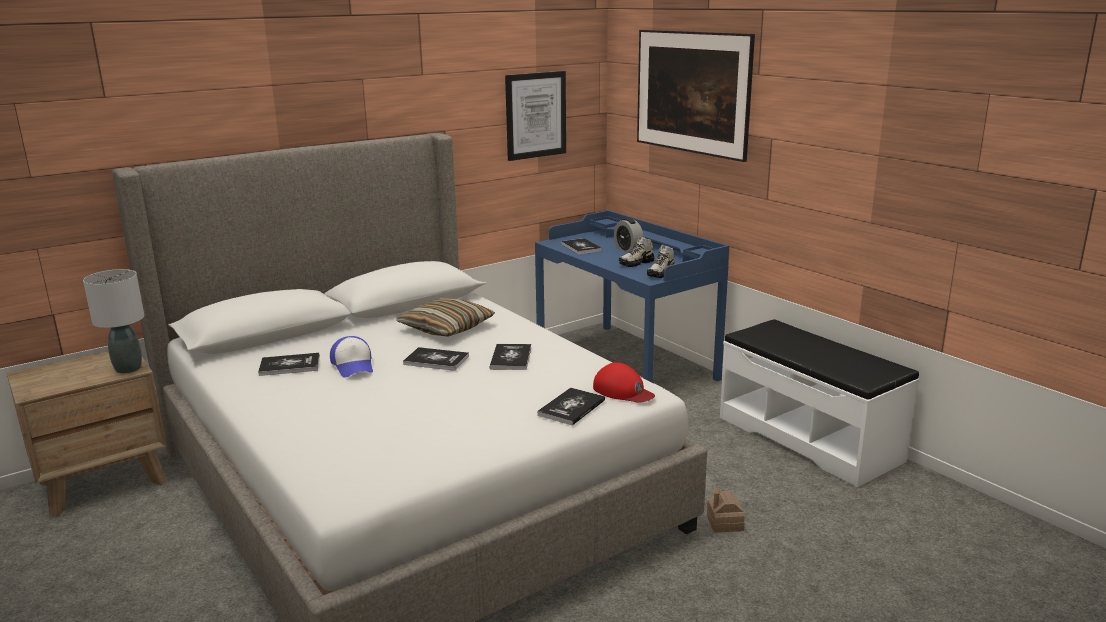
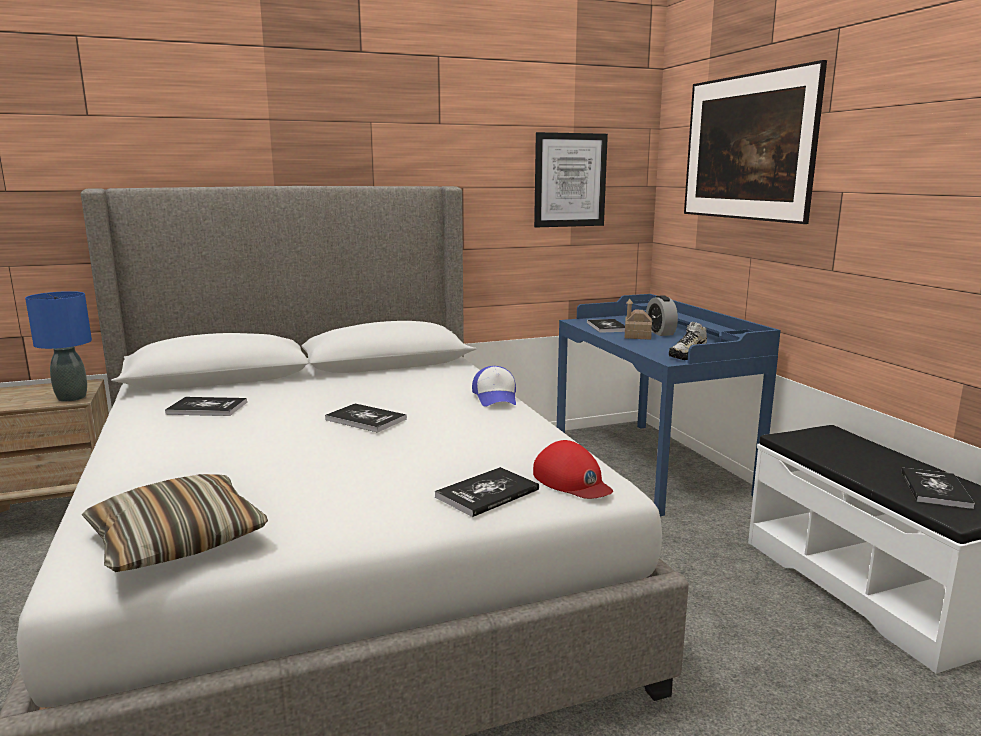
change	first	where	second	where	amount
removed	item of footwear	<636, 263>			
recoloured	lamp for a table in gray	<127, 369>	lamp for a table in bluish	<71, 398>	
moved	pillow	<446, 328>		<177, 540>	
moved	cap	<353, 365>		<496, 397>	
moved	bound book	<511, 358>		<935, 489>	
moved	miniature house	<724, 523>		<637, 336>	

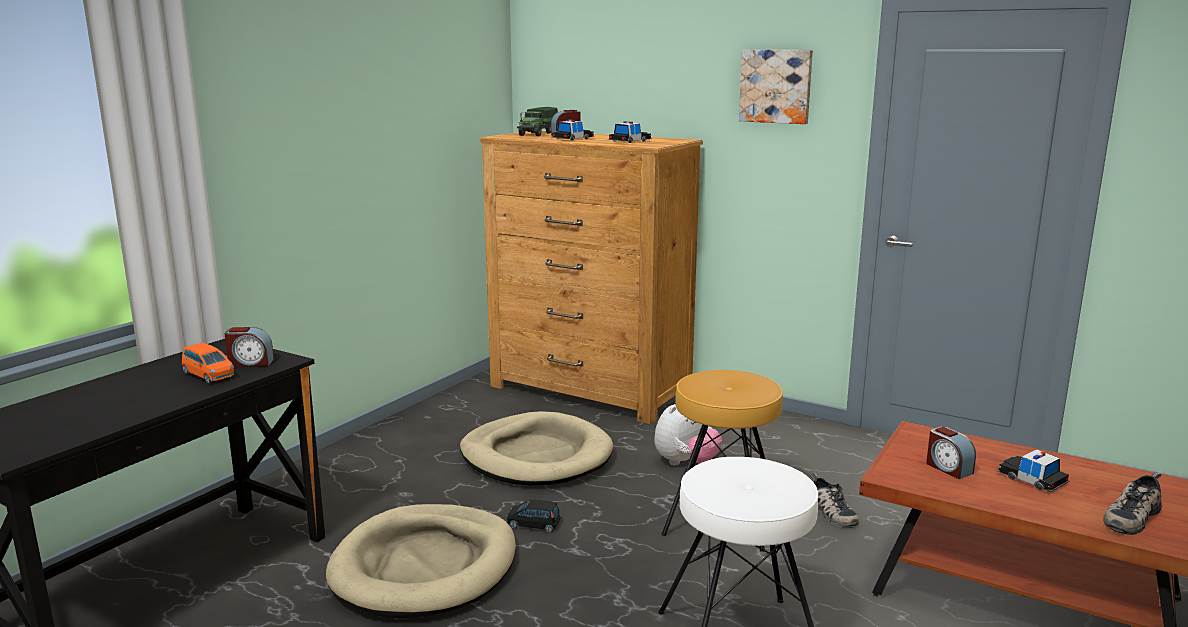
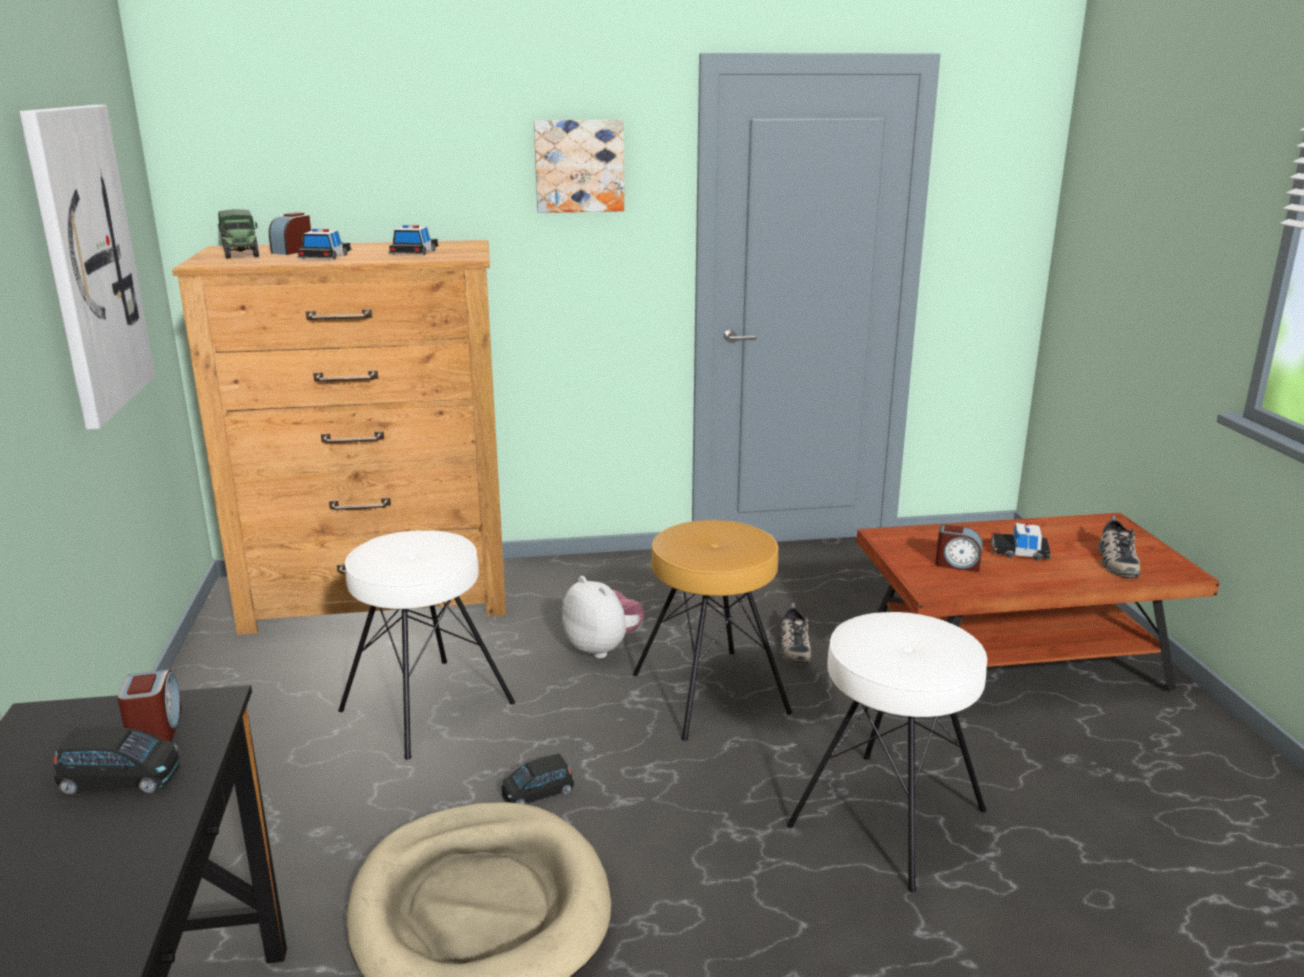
change	first	where	second	where	amount
turned	table clock	<250, 363>		<156, 730>	60 degrees counterclockwise
recoloured	miniature car in orange	<209, 375>	miniature car in black	<121, 779>	
turned	soft toy	<686, 463>		<603, 648>	45 degrees counterclockwise
replaced	dog cushion in beige-coloured	<536, 456>	stool in whitish	<426, 706>	
turned	item of footwear	<830, 512>		<793, 646>	60 degrees clockwise
added			wall picture	<87, 262>	

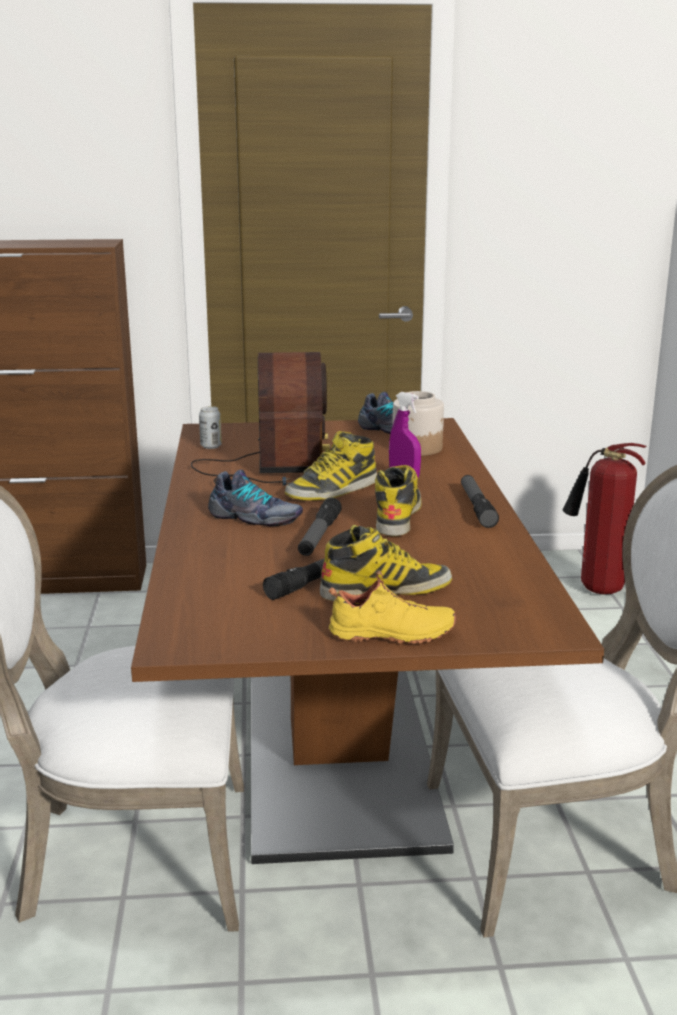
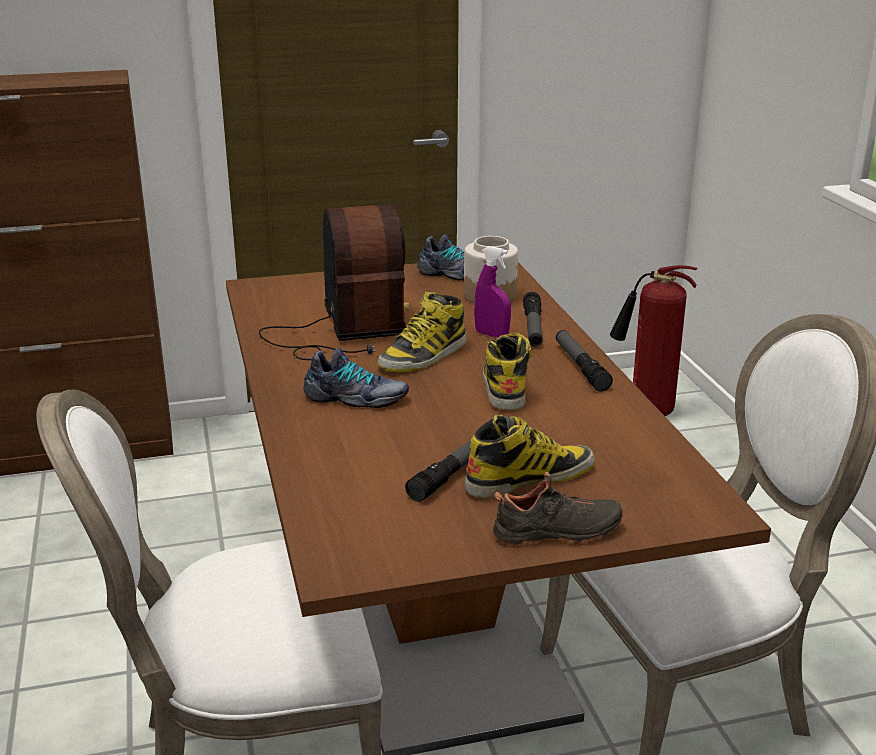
change	first	where	second	where	amount
removed	can	<211, 446>			
moved	hand torch	<319, 536>		<533, 327>	
recoloured	item of footwear in yellowish	<392, 635>	item of footwear in black	<558, 534>	

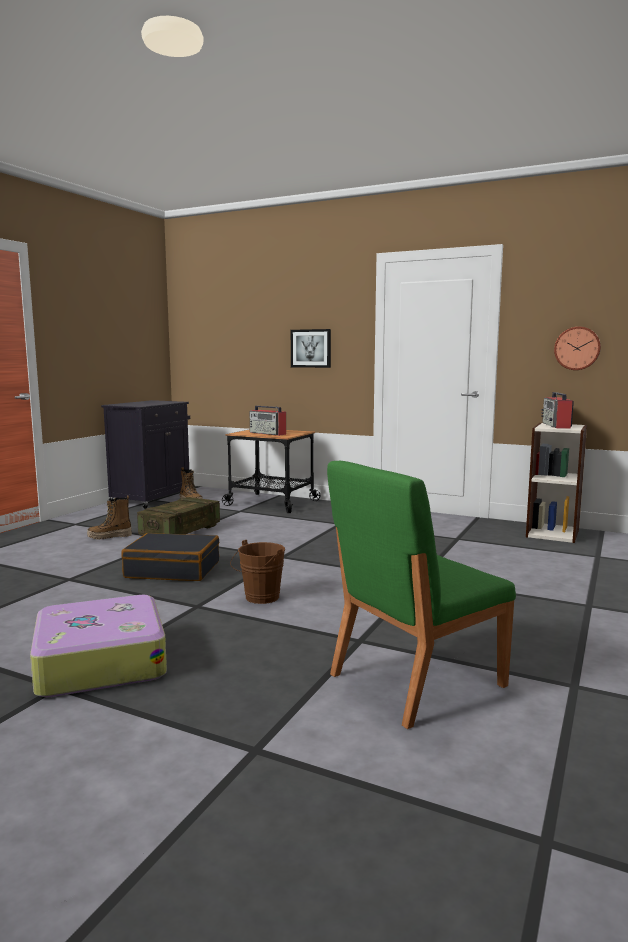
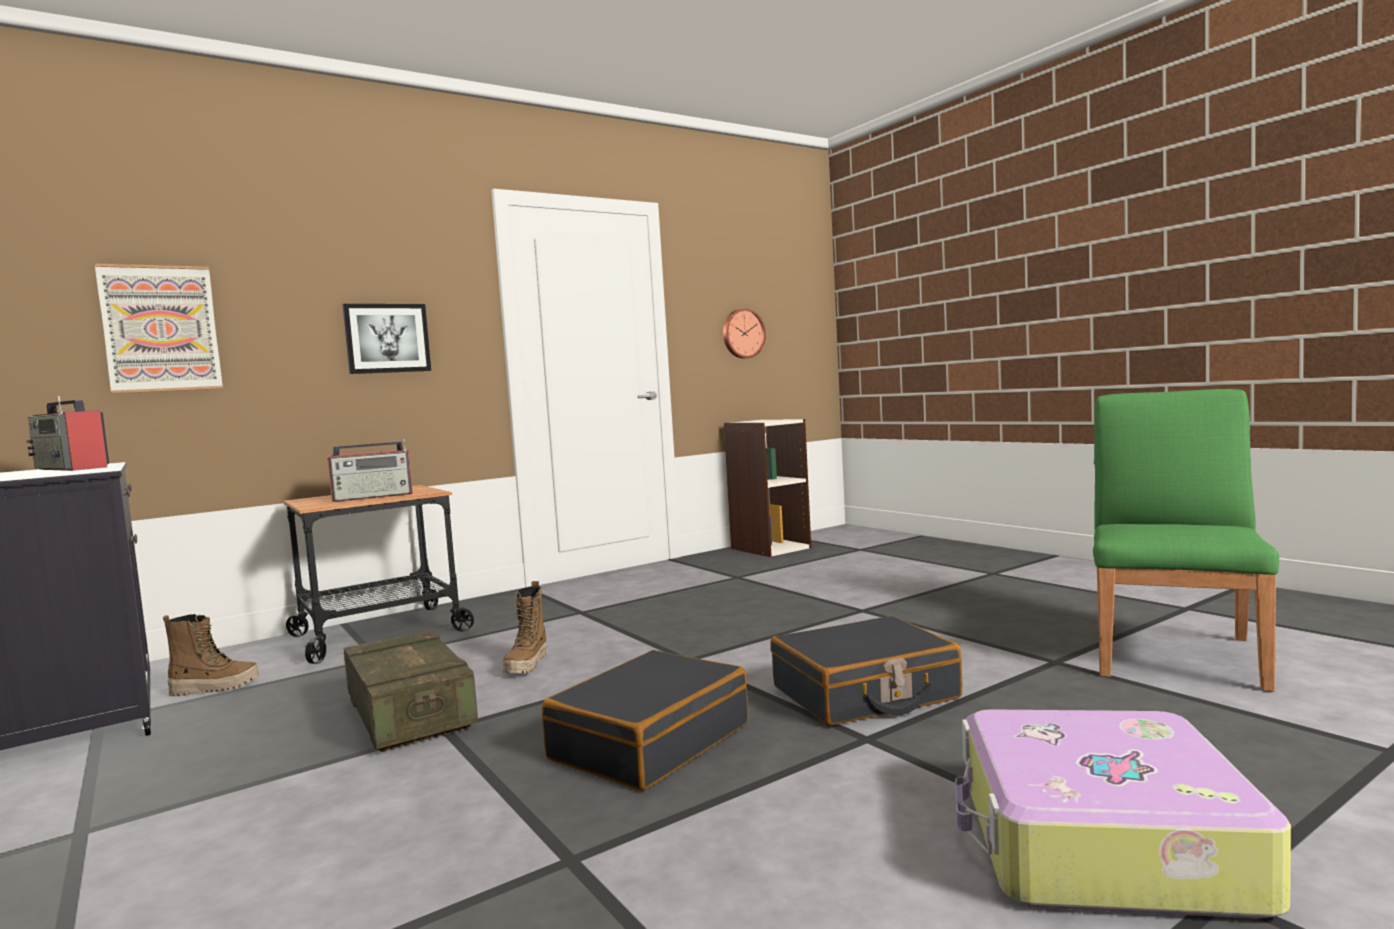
change	first	where	second	where	amount
moved	radio set	<556, 425>		<72, 468>	
turned	plain chair in greenish	<414, 680>		<1177, 655>	150 degrees counterclockwise
moved	high-top boot	<110, 537>		<527, 665>	
replaced	water bucket in brown-coloured	<259, 598>	piece of luggage in black	<865, 694>	
added			wall picture	<161, 328>	

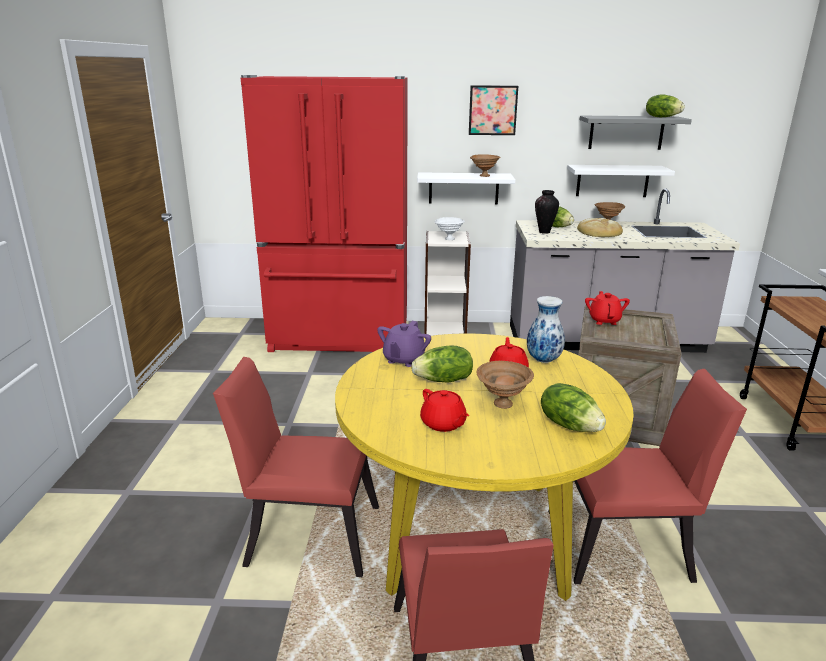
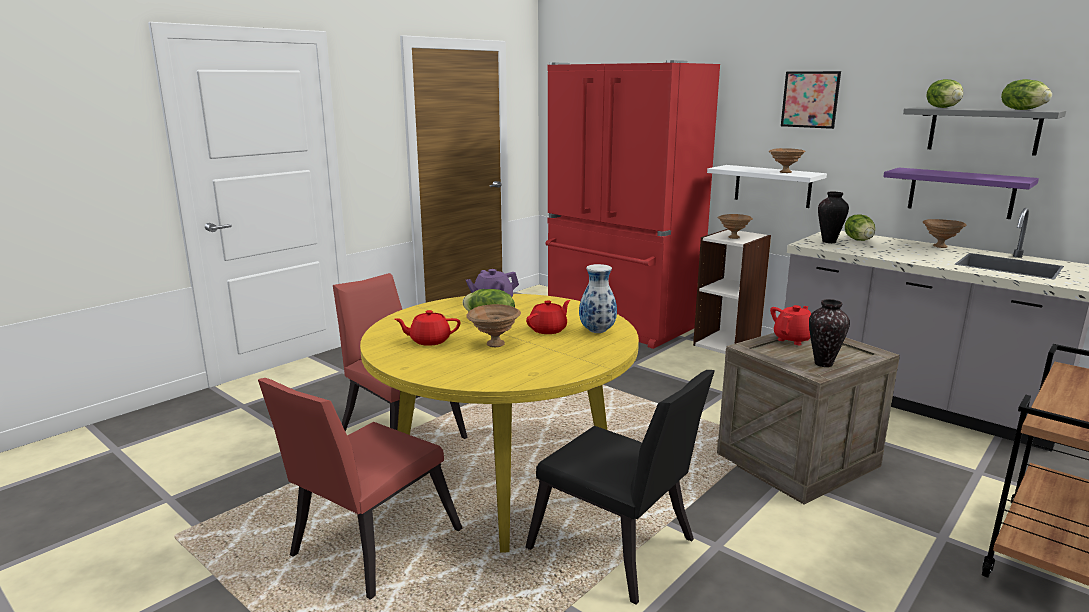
change	first	where	second	where	amount
recoloured	bracket shelf in whitish	<612, 181>	bracket shelf in purple-coloured	<961, 193>	
recoloured	deep dish in whitish	<448, 239>	deep dish in brown-coloured	<732, 237>	
removed	bakery bread	<599, 232>			
recoloured	plain chair in red-coloured	<628, 546>	plain chair in black	<618, 551>	
moved	head of lettuce	<570, 425>		<943, 108>	
turned	pot for tea in red-coloured	<443, 424>		<429, 341>	75 degrees clockwise
added			flower vase	<824, 364>	

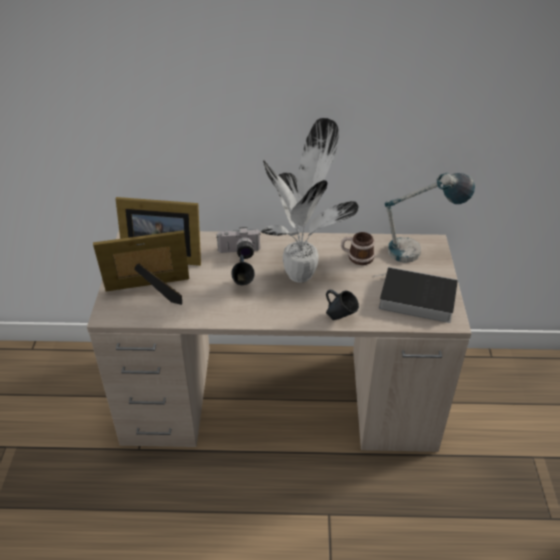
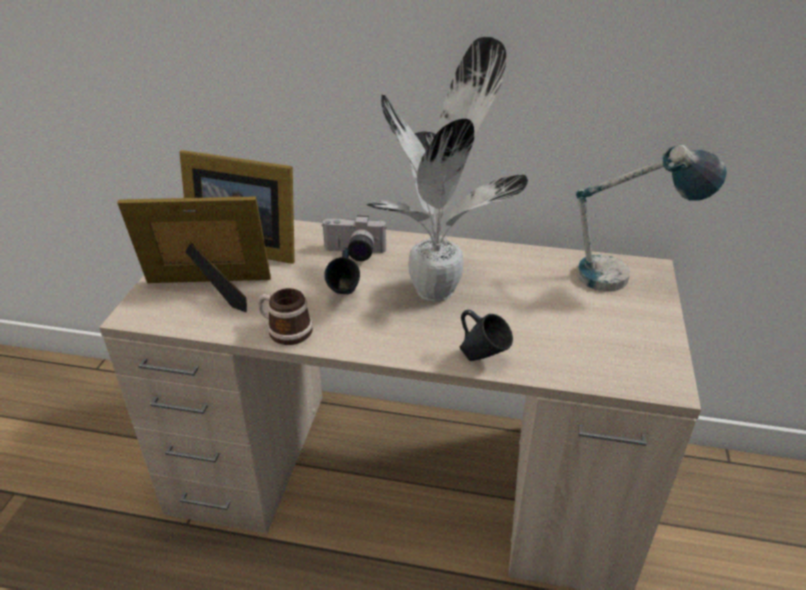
change	first	where	second	where	amount
moved	coffee mug	<357, 257>		<285, 330>	
removed	bound book	<414, 298>			

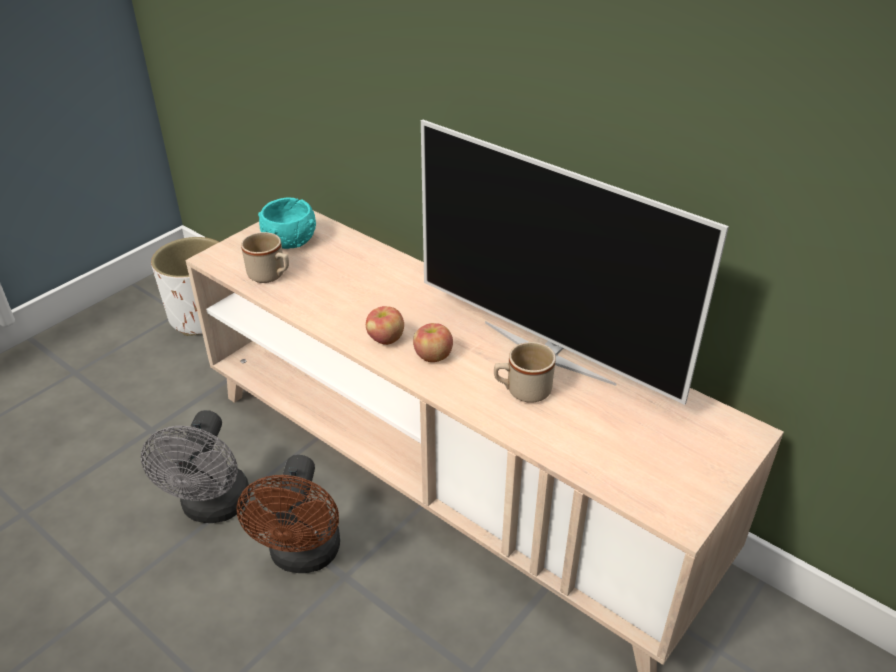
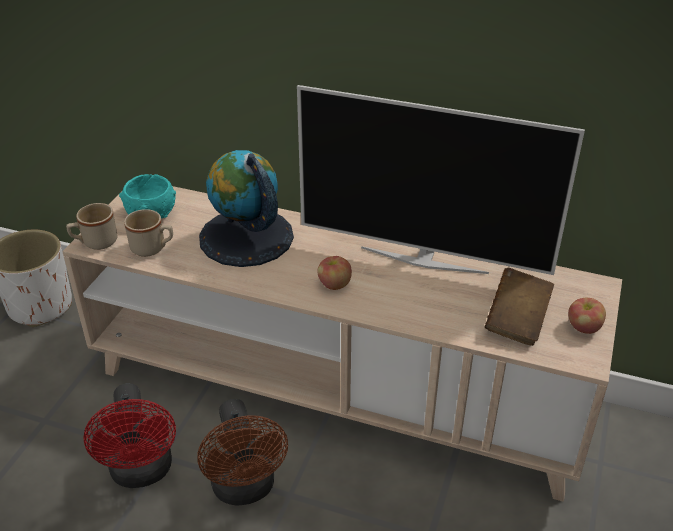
change	first	where	second	where	amount
moved	apple fruit	<385, 339>		<583, 328>	
moved	coffee mug in beige-coloured	<522, 391>		<95, 243>	
recoloured	fan in gray	<213, 508>	fan in red-coloured	<142, 472>	
added			globe	<246, 237>	
added			bound book in brown-coloured	<517, 321>	

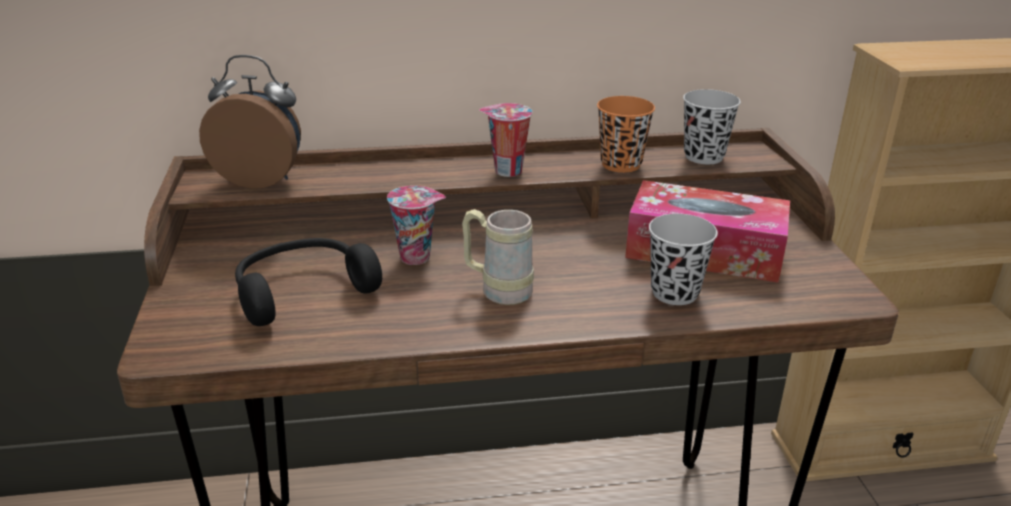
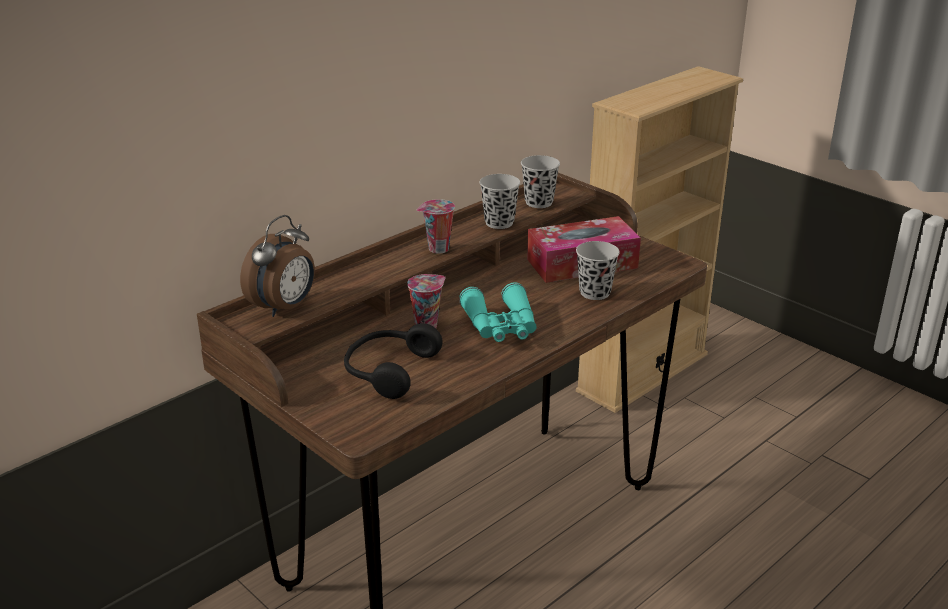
change	first	where	second	where	amount
turned	table clock	<262, 178>		<285, 307>	150 degrees clockwise
recoloured	drinking cup in orange	<621, 164>	drinking cup in black	<499, 223>	
replaced	coffee mug in beige-coloured	<497, 290>	pair of binoculars in turquoise-coloured	<501, 326>	

